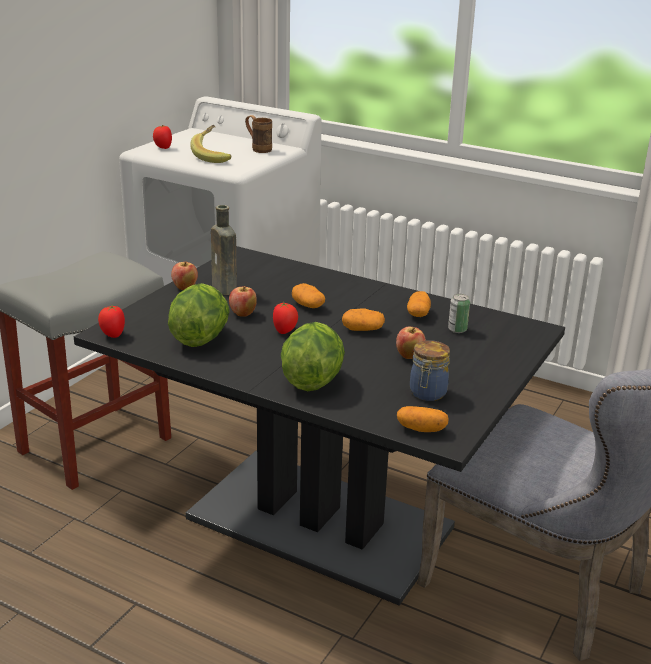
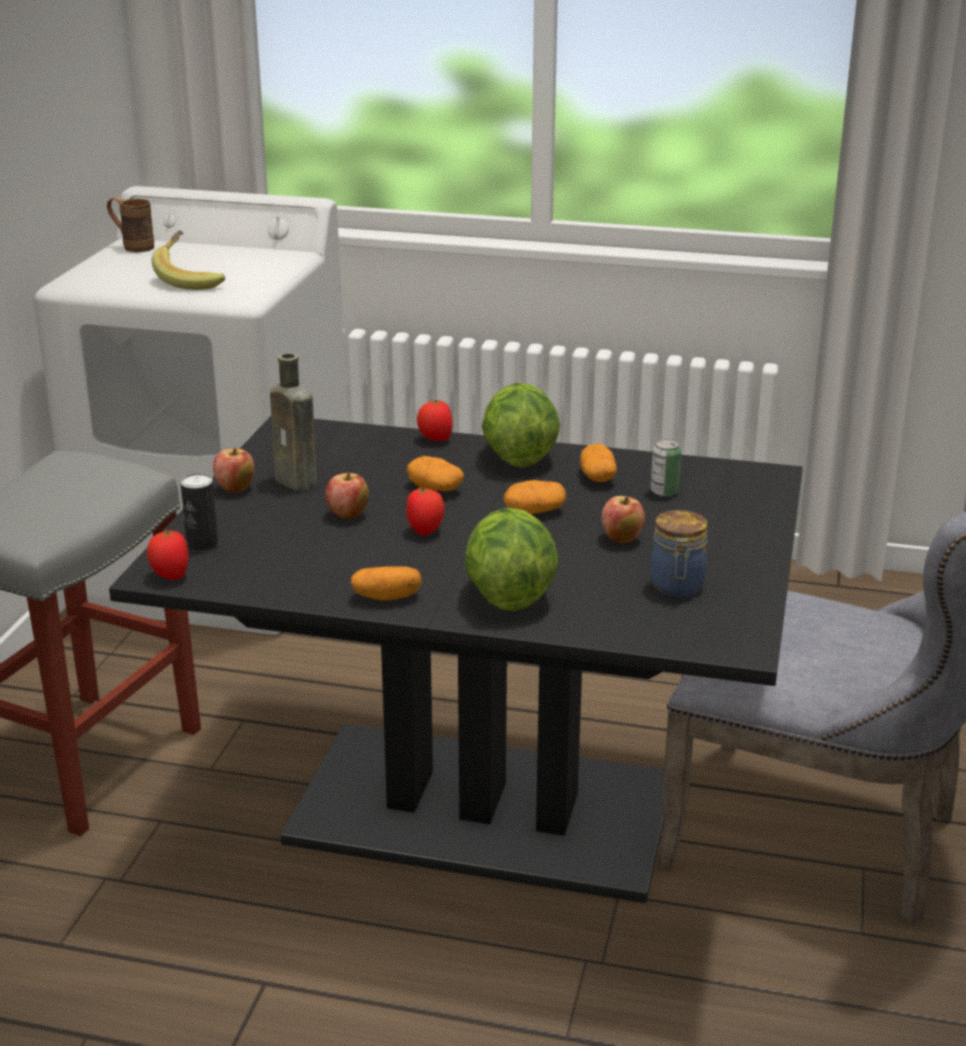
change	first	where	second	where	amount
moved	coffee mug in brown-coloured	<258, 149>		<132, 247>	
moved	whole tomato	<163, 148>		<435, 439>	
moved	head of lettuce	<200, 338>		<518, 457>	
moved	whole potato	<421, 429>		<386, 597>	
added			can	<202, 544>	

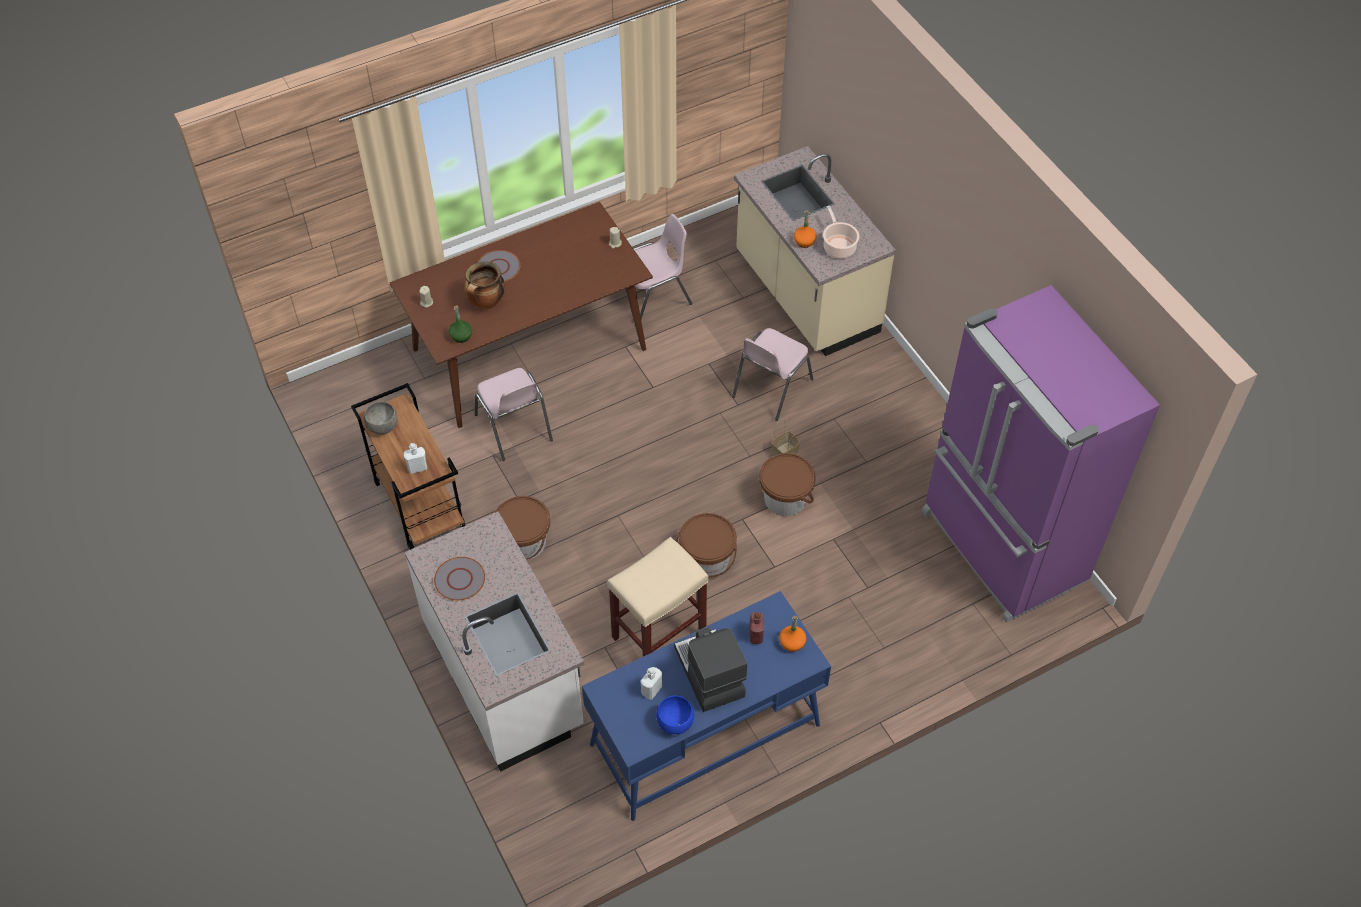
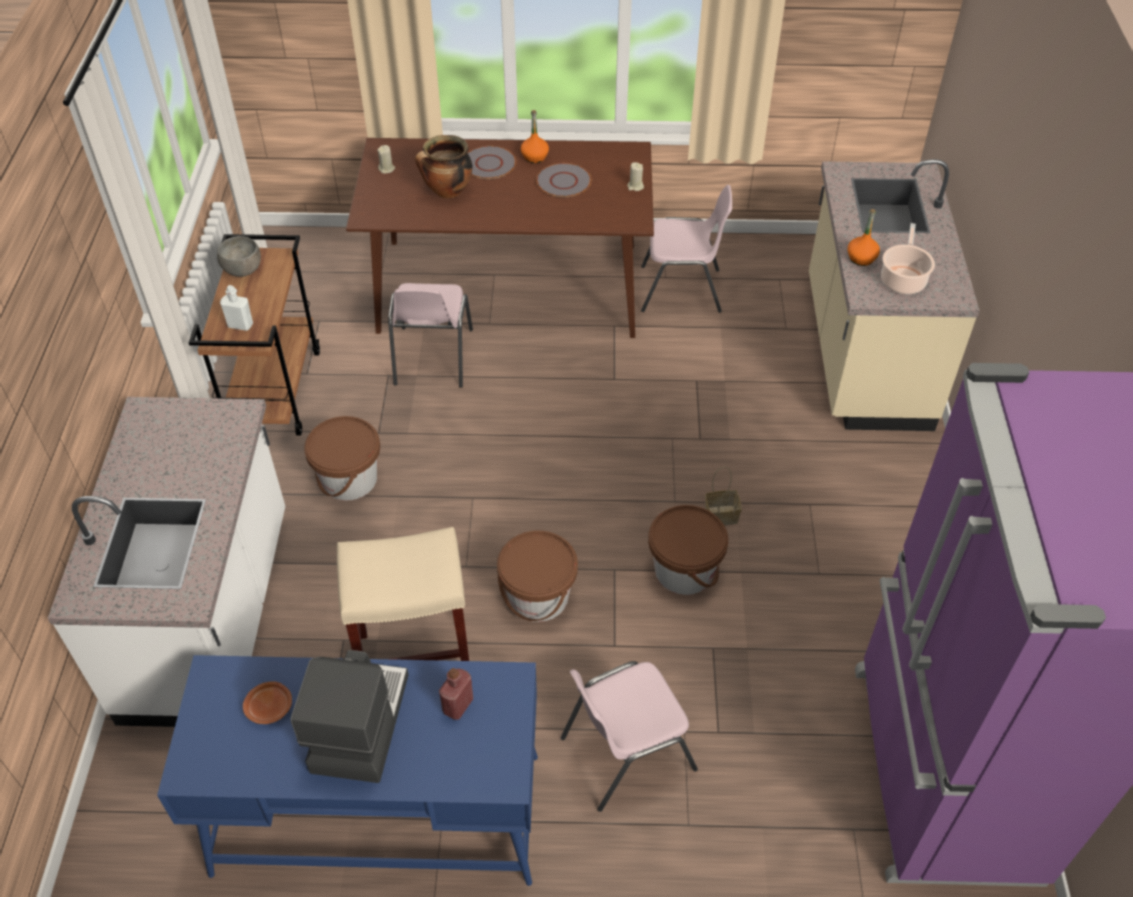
change	first	where	second	where	amount
removed	bottle in greenish	<461, 336>			
moved	plain chair in pink-coloured	<770, 388>		<625, 752>	
moved	plate in gray	<460, 580>		<563, 182>	
moved	bottle in orange	<792, 643>		<534, 157>	
replaced	bottle in whitish	<651, 690>	plate in brown-coloured	<270, 707>	
removed	deep dish in bluish	<675, 723>			

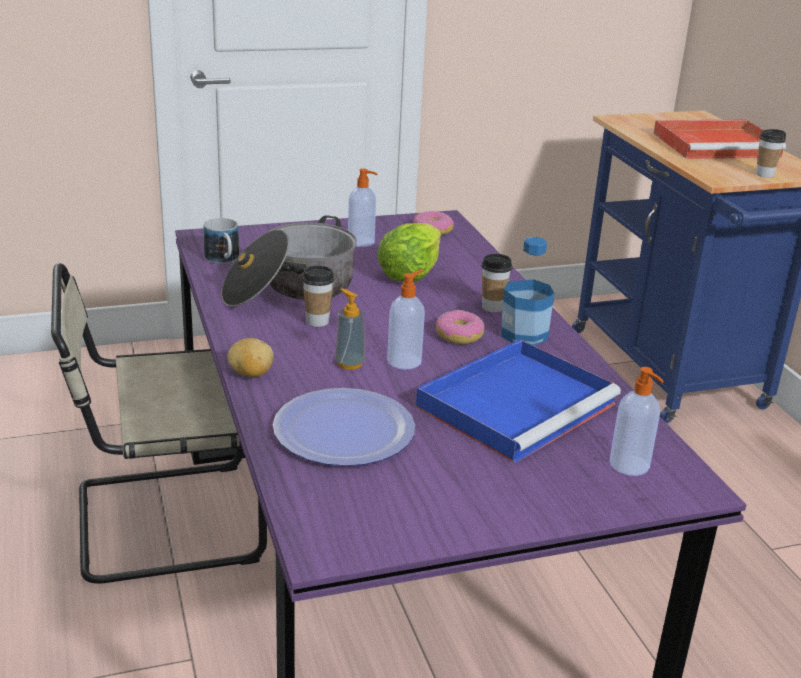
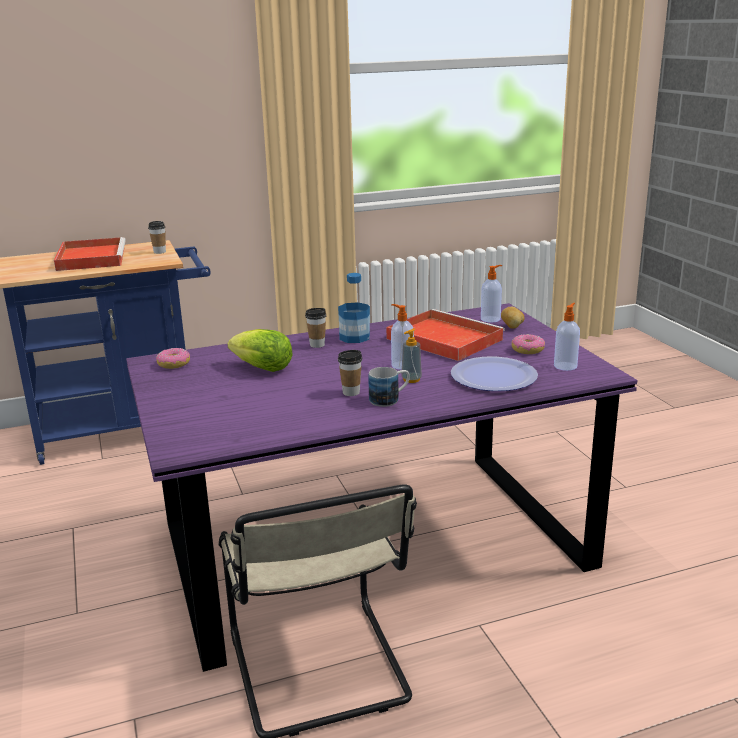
change	first	where	second	where	amount
moved	soap dispenser	<362, 242>		<565, 366>	
removed	saucepot	<290, 289>			
moved	coffee mug	<224, 260>		<390, 399>	
moved	ring doughnut	<459, 335>		<527, 350>	
moved	whole potato	<250, 374>		<512, 327>	
recoloured	tray in bluish	<518, 403>	tray in red-coloured	<442, 339>	

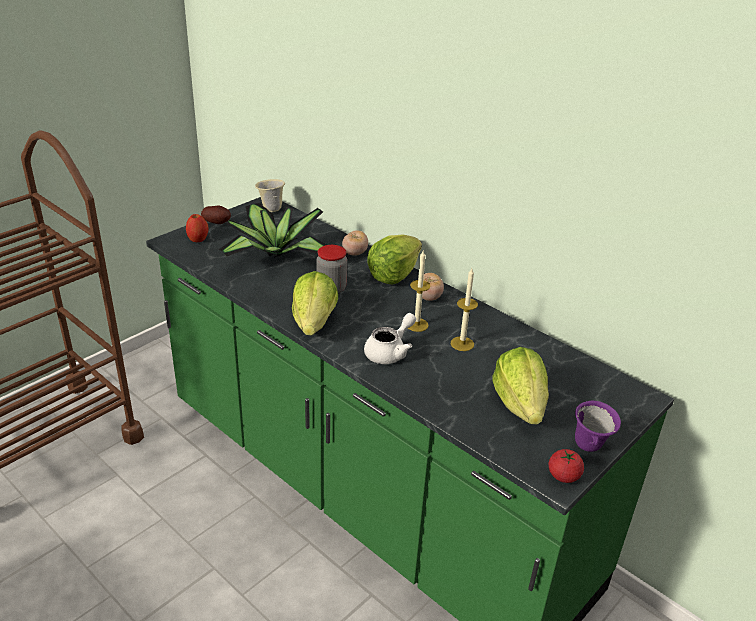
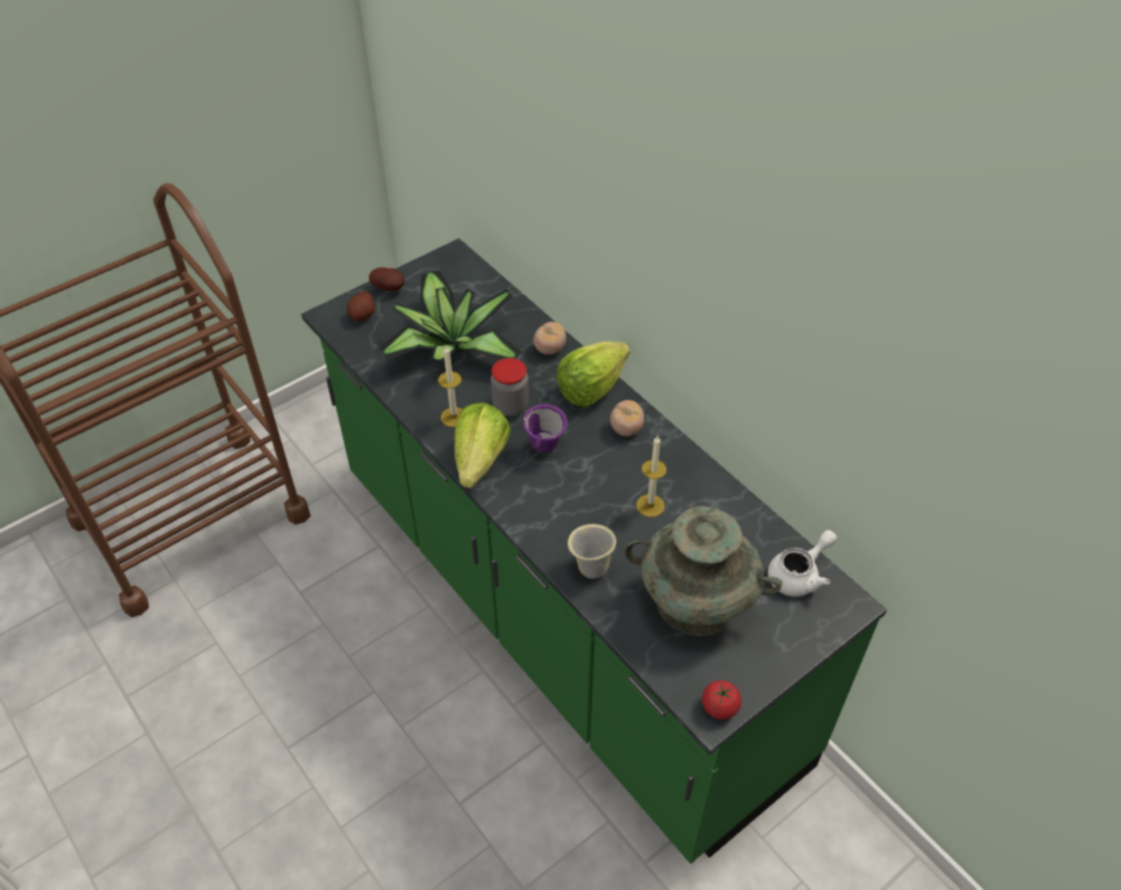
change	first	where	second	where	amount
moved	coffee mug in beige-coloured	<271, 209>		<590, 567>	
replaced	apple fruit	<198, 239>	whole potato	<362, 315>	
moved	candle	<417, 325>		<453, 417>	
moved	pot for tea in whitish	<390, 352>		<799, 575>	
replaced	head of lettuce	<520, 405>	flower vase in turquoise-coloured	<696, 603>	
moved	coffee mug in purple-coloured	<589, 448>		<545, 448>	

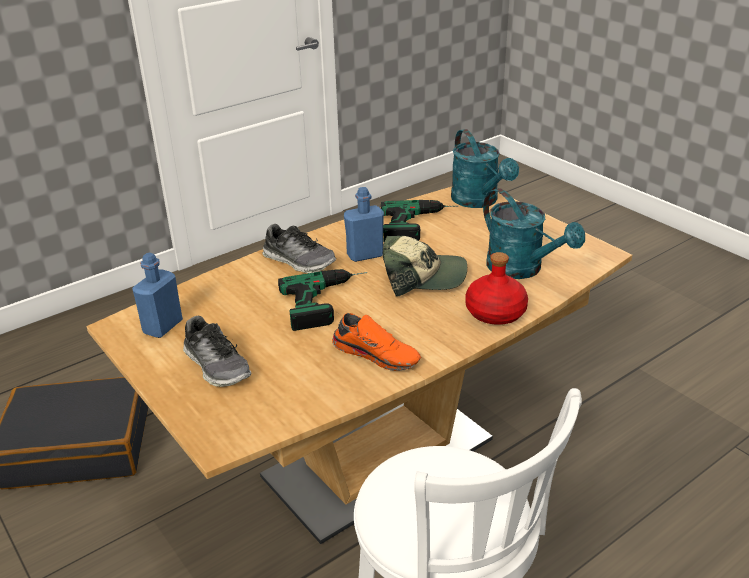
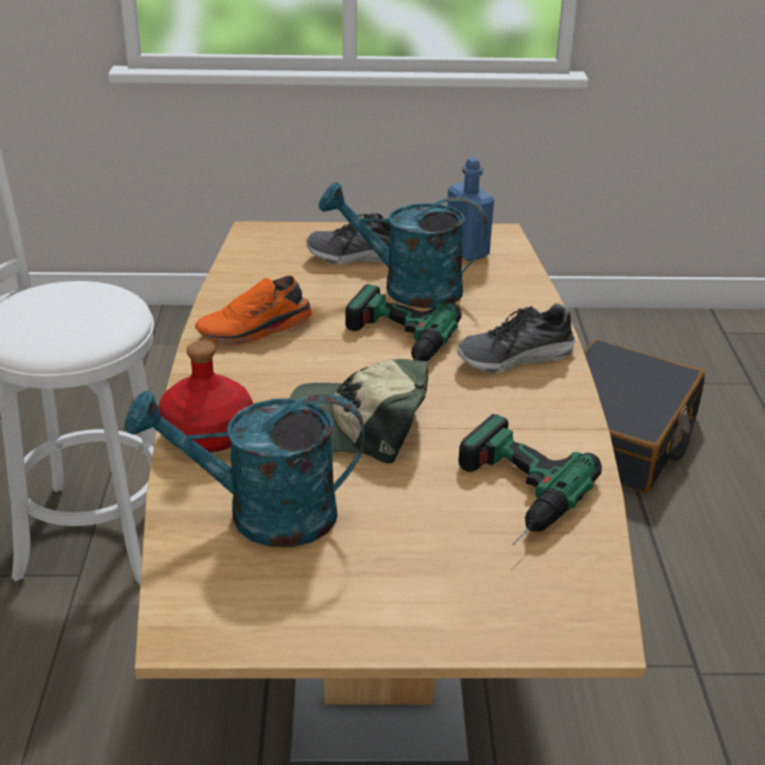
change	first	where	second	where	amount
moved	watering can in turquoise-coloured	<479, 201>		<408, 288>	
removed	bottle in bluish	<365, 255>			
turned	cap	<423, 276>		<359, 424>	60 degrees clockwise

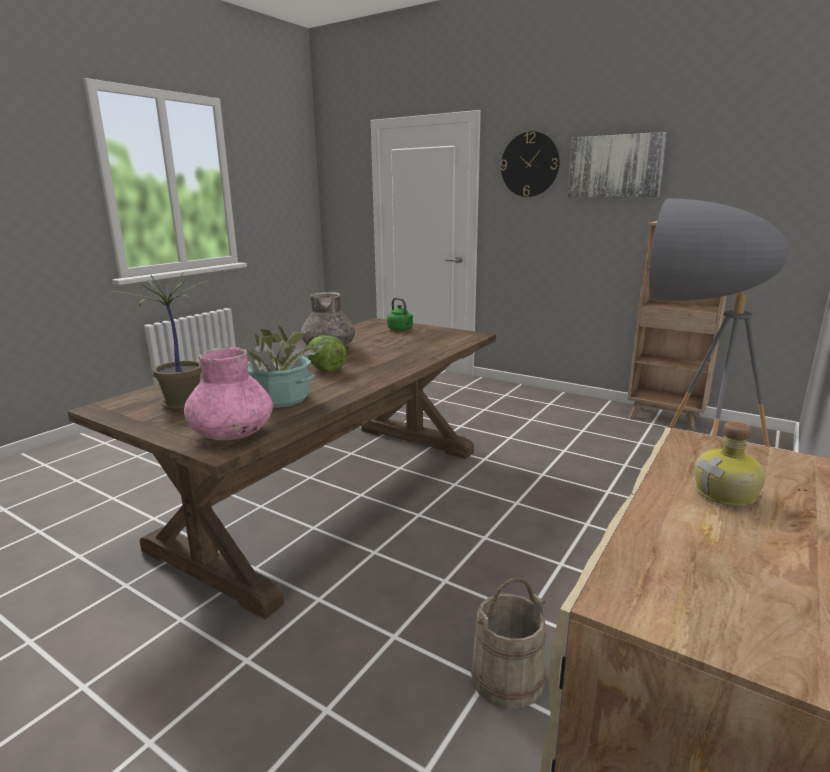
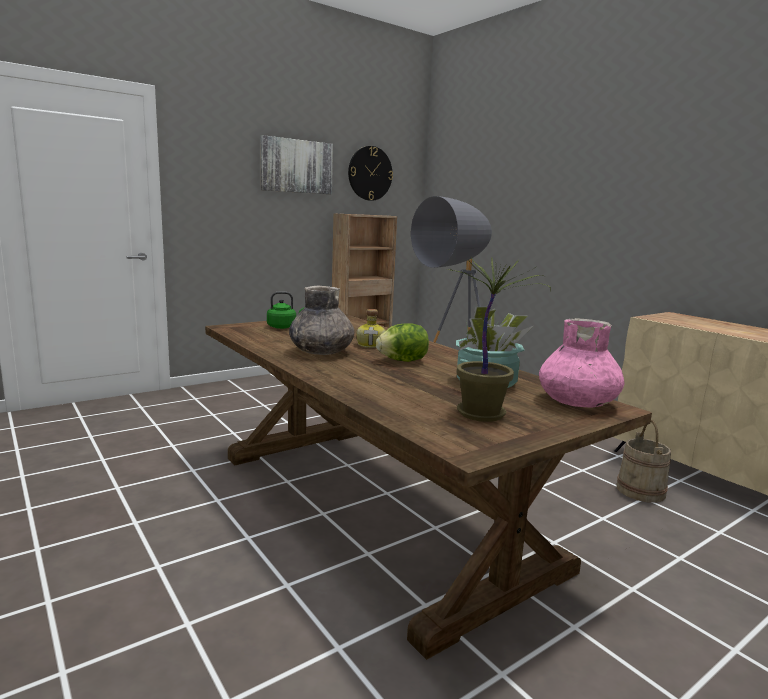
change	first	where	second	where	amount
moved	clock on the wall	<530, 164>		<370, 173>	
moved	bottle	<727, 494>		<371, 345>	

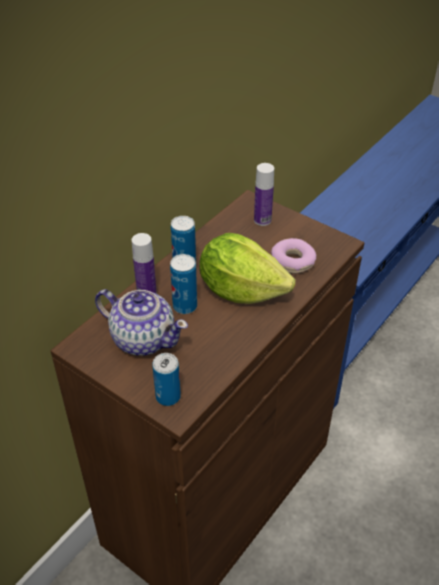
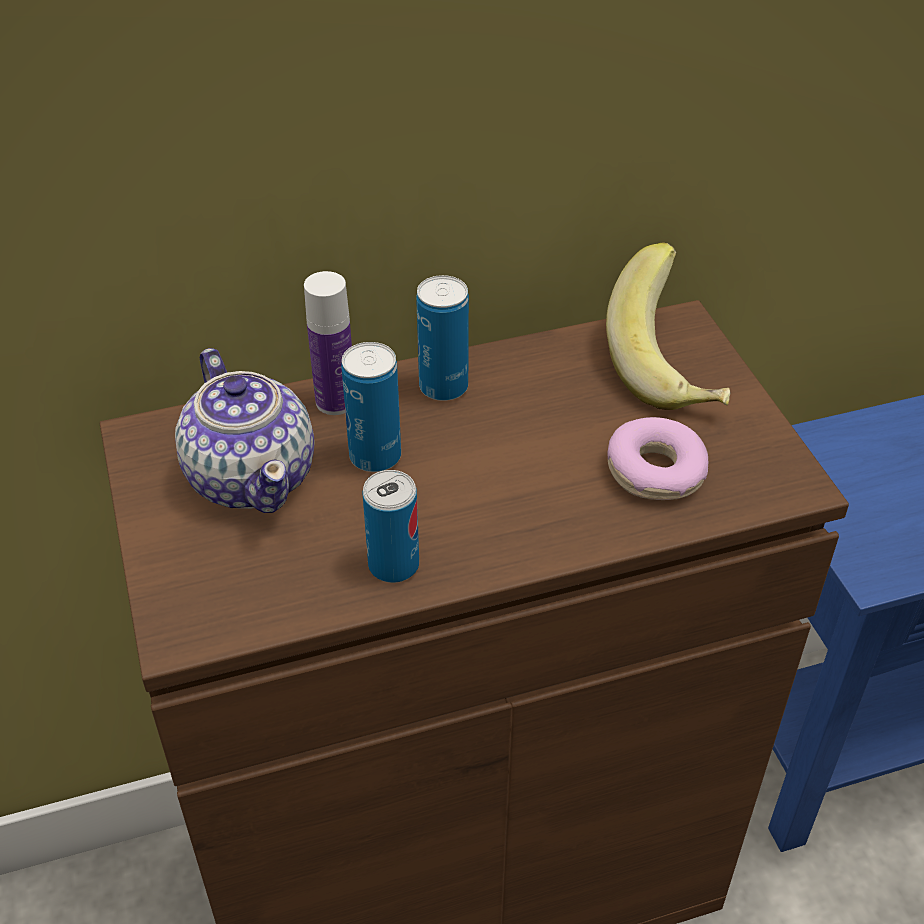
change	first	where	second	where	amount
replaced	bottle	<262, 220>	banana fruit	<671, 368>	
removed	head of lettuce	<241, 290>			
moved	can	<168, 396>		<393, 565>	

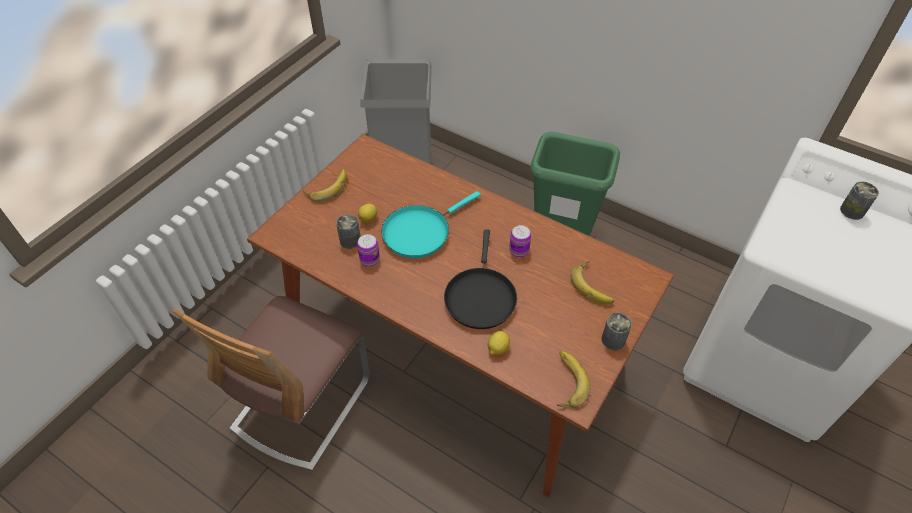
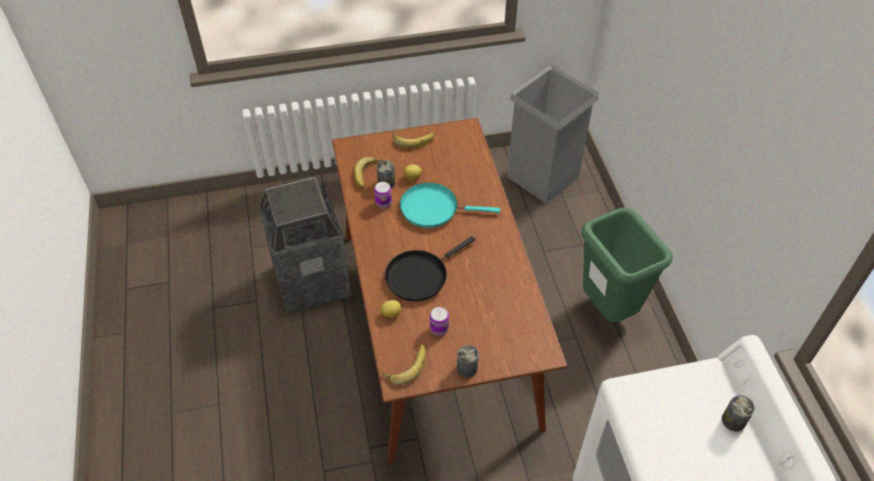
change	first	where	second	where	amount
moved	can	<519, 250>		<439, 329>	
moved	banana fruit	<594, 285>		<368, 174>	
replaced	plain chair	<302, 404>	rubbish bin	<311, 281>	

